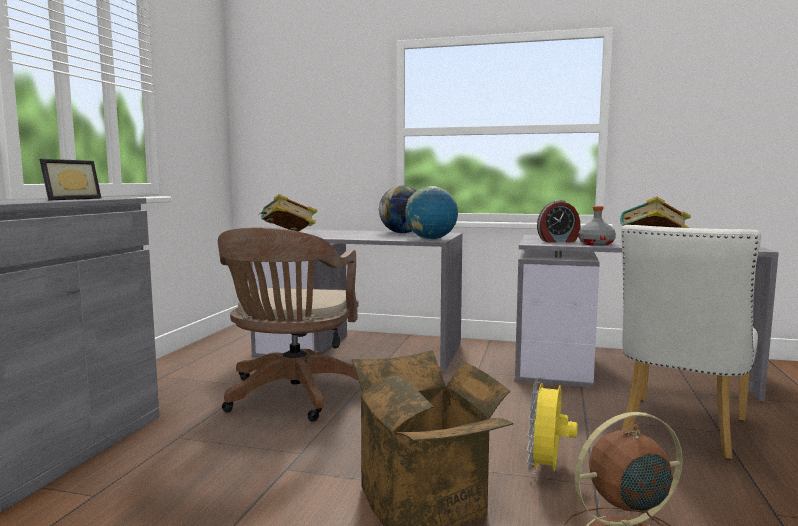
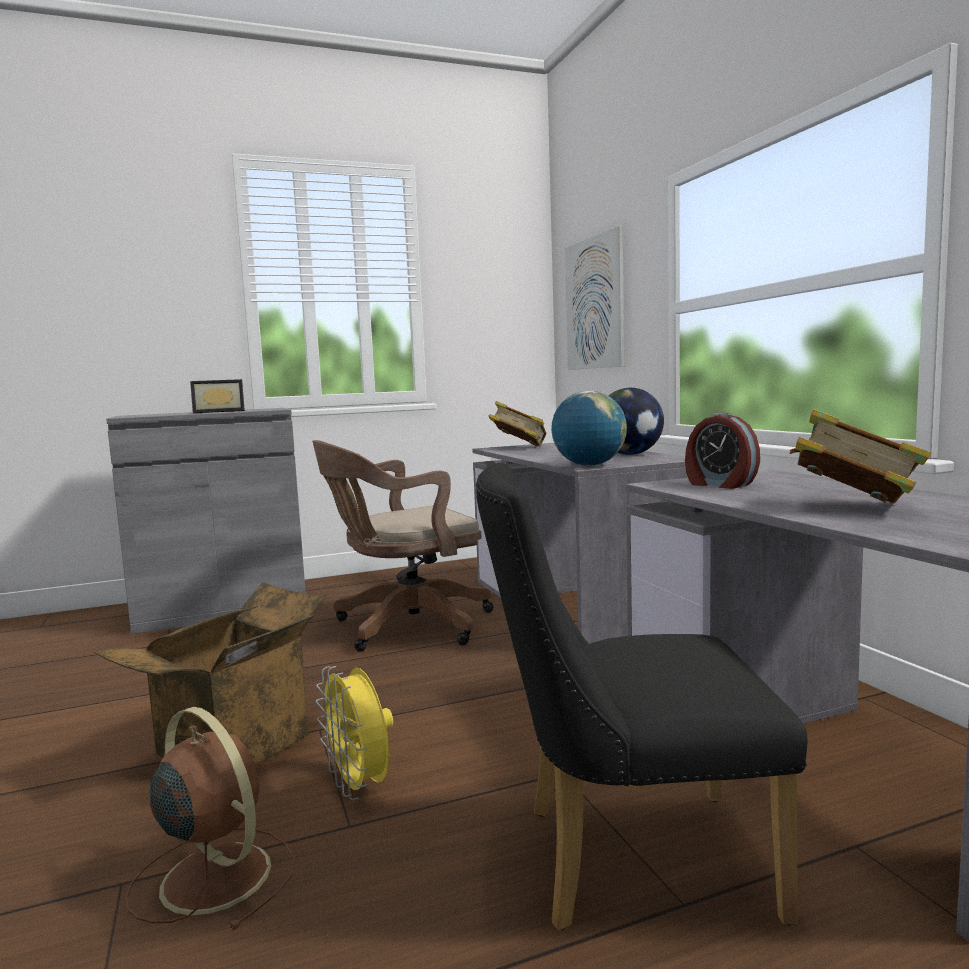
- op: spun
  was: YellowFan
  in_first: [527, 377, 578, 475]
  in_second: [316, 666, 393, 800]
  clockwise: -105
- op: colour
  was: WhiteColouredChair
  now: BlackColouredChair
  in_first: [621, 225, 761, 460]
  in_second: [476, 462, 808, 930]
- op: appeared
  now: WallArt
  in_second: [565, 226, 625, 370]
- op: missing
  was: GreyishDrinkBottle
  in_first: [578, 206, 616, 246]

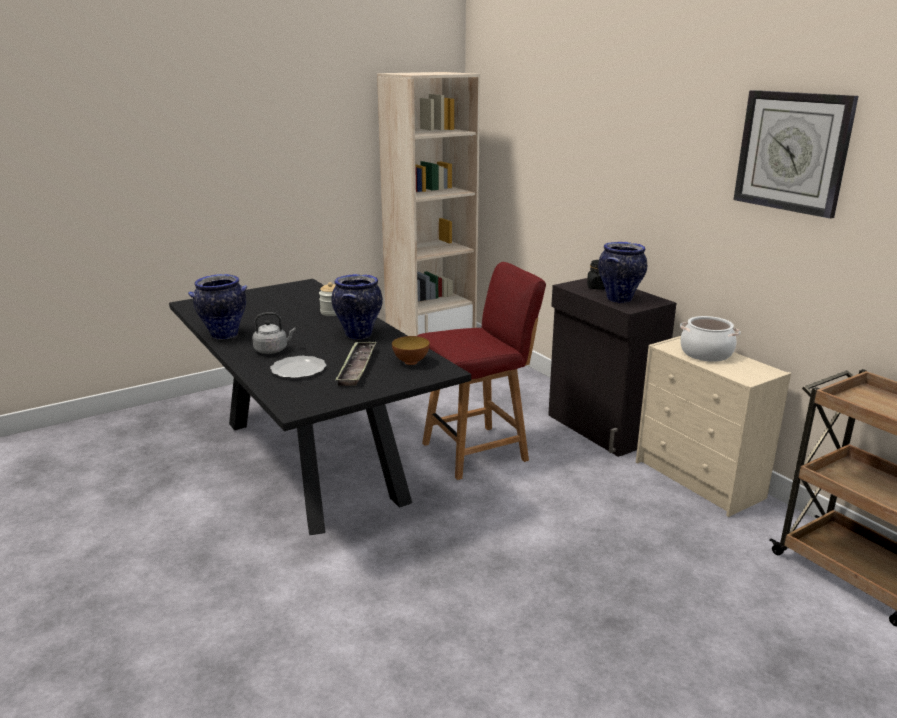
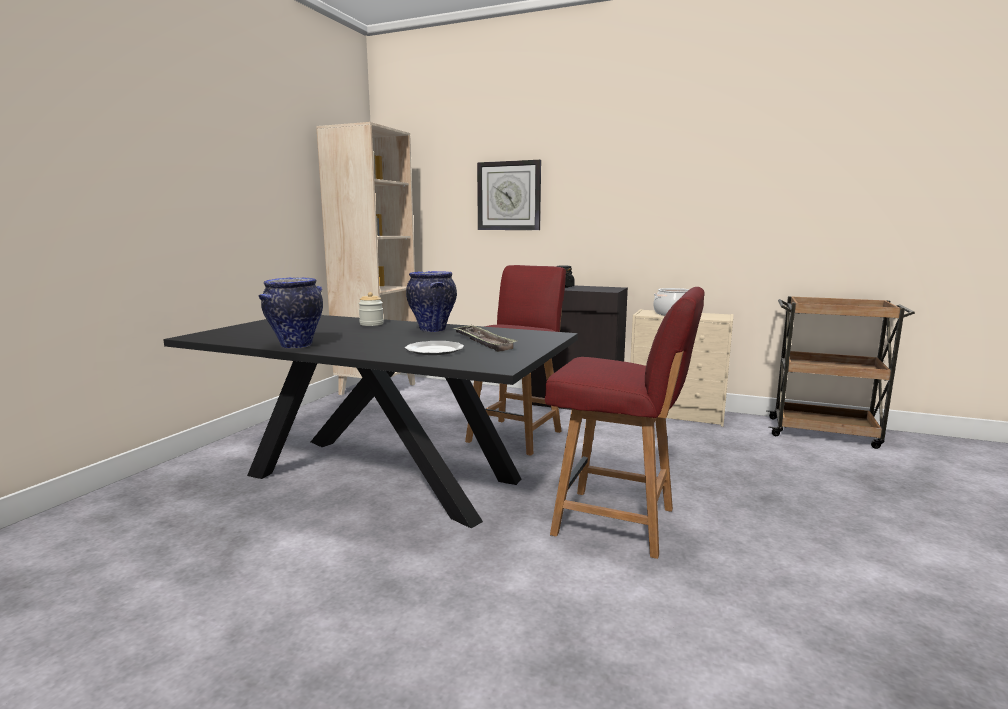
- op: relocated
  was: HangingClock
  in_first: [733, 90, 858, 219]
  in_second: [477, 160, 541, 230]
- op: appeared
  now: RedChair
  in_second: [545, 287, 705, 559]
- op: missing
  was: GreyishTeaKettle
  in_first: [252, 312, 296, 354]
- op: missing
  was: DeepDish
  in_first: [392, 336, 430, 365]
- op: missing
  was: DecorativeVase
  in_first: [598, 242, 647, 303]

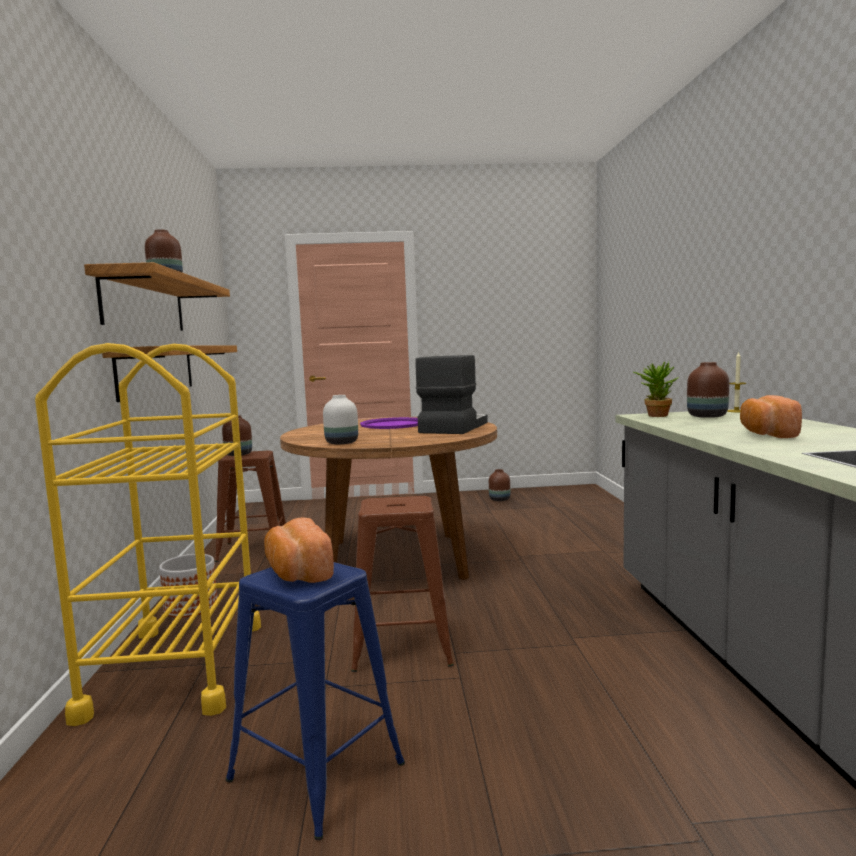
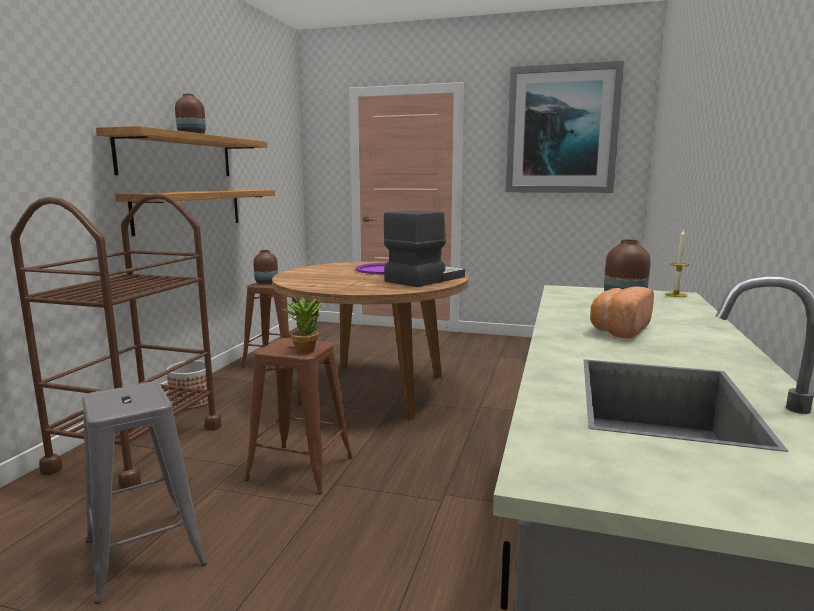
- op: colour
  was: YellowCart
  now: BrownColouredCart
  in_first: [35, 343, 261, 726]
  in_second: [10, 193, 222, 489]
- op: colour
  was: BlueSittingStool
  now: GreyishSittingStool
  in_first: [226, 562, 405, 840]
  in_second: [82, 382, 207, 604]
- op: relocated
  was: Houseplant
  in_first: [633, 362, 679, 417]
  in_second: [282, 295, 322, 353]
- op: appeared
  now: WallArt
  in_second: [505, 61, 624, 193]
- op: missing
  was: BakedBread
  in_first: [264, 517, 334, 583]
- op: missing
  was: WhiteColouredDecorativeVase
  in_first: [323, 395, 358, 444]
- op: missing
  was: BrownColouredDecorativeVase
  in_first: [489, 469, 510, 501]

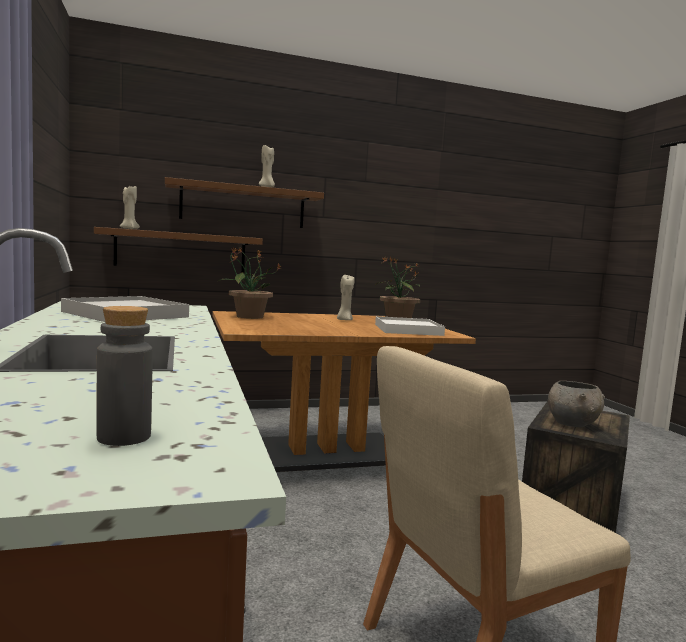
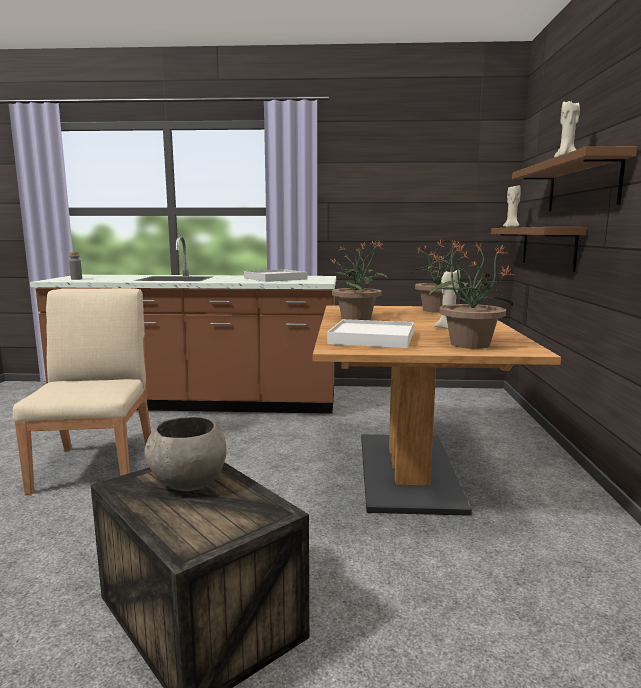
- op: appeared
  now: Houseplant
  in_second: [330, 240, 388, 320]

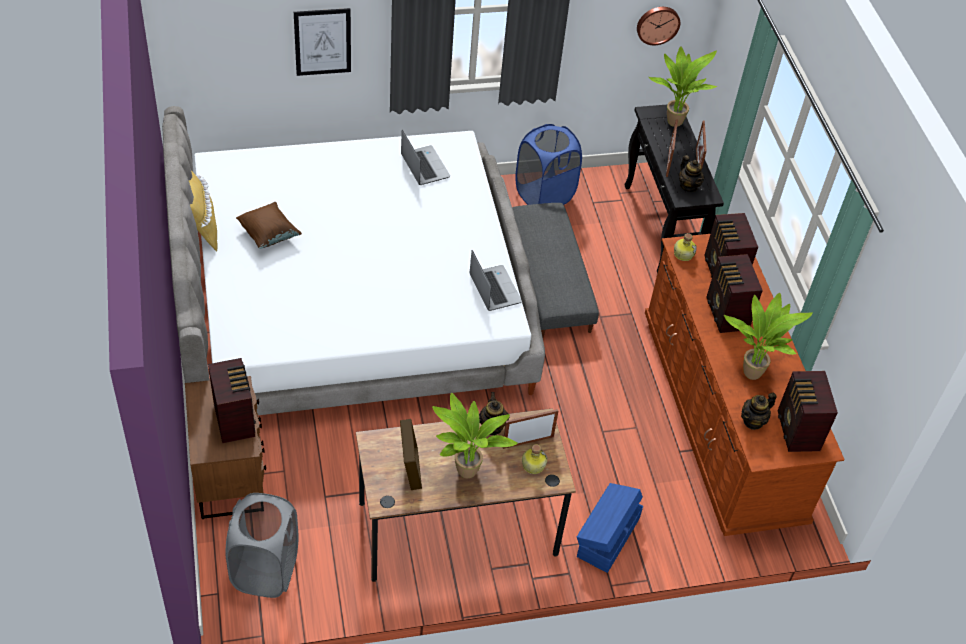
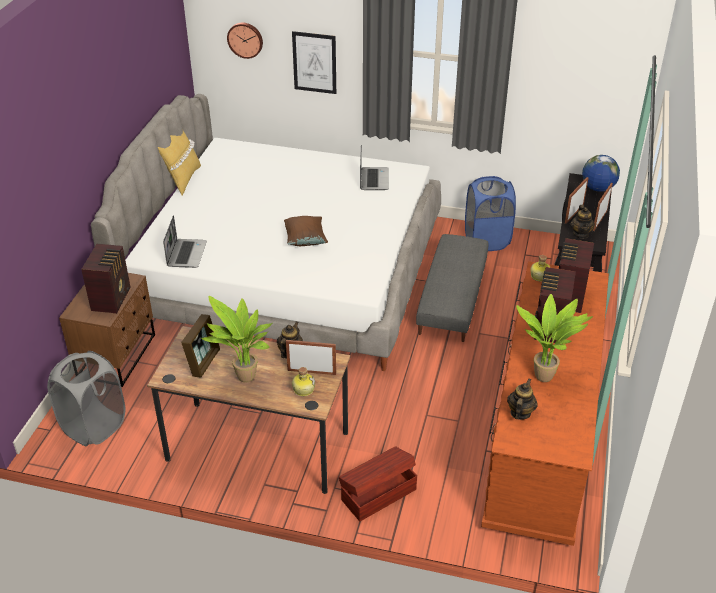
- op: relocated
  was: NotebookComputer
  in_first: [469, 250, 522, 311]
  in_second: [163, 215, 207, 268]
- op: relocated
  was: HangingClock
  in_first: [637, 7, 680, 45]
  in_second: [227, 23, 263, 59]
- op: relocated
  was: BrownColouredCushion
  in_first: [236, 202, 302, 249]
  in_second: [284, 216, 328, 246]
- op: colour
  was: BlueStorageBin
  now: BrownColouredStorageBin
  in_first: [577, 483, 643, 573]
  in_second: [339, 446, 417, 521]
- op: spun
  was: PotForTea
  in_first: [741, 393, 776, 430]
  in_second: [507, 378, 538, 420]
  clockwise: 120
- op: exchanged
  was: Houseplant
  now: WorldGlobe
  in_first: [649, 46, 717, 127]
  in_second: [582, 155, 620, 192]
- op: missing
  was: RadioReceiver
  in_first: [778, 371, 838, 452]

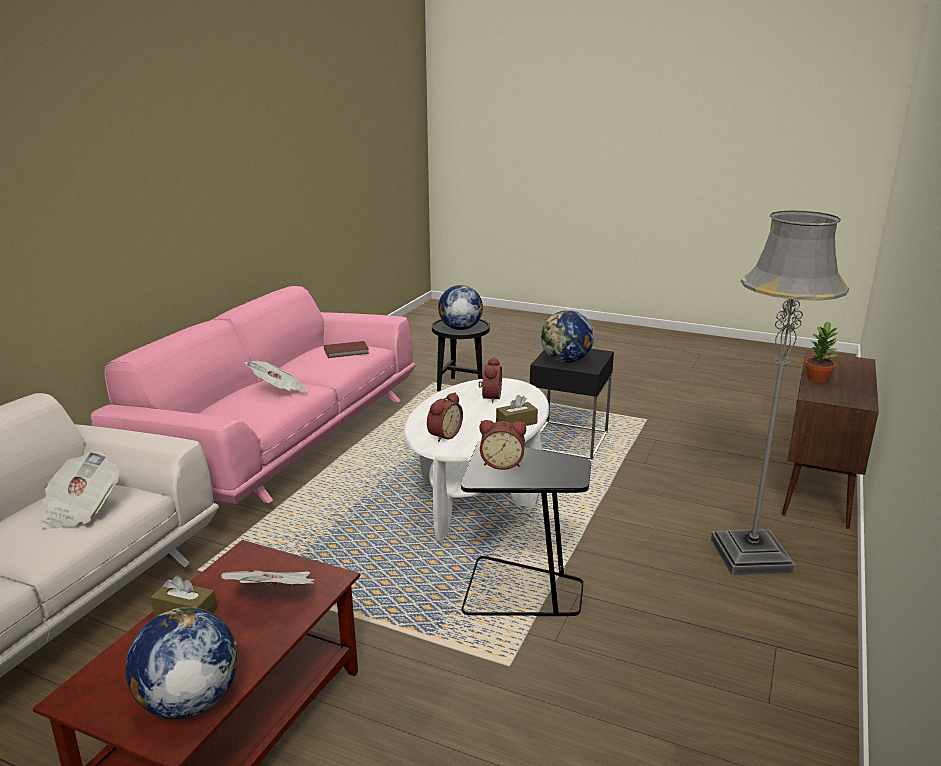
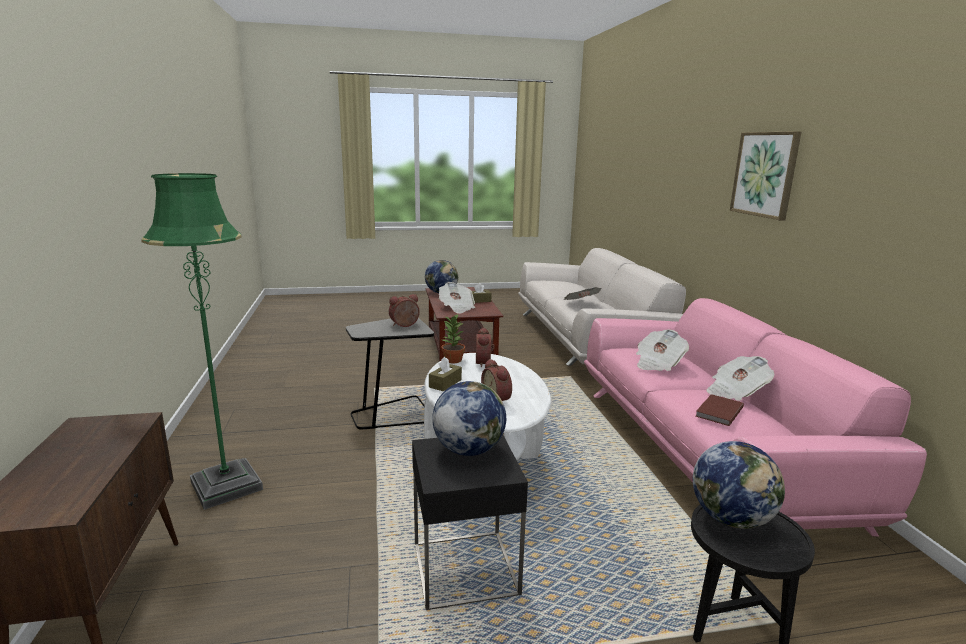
- op: colour
  was: GreyishStandardLamp
  now: GreenStandardLamp
  in_first: [711, 211, 849, 576]
  in_second: [141, 173, 263, 510]
- op: relocated
  was: Houseplant
  in_first: [805, 321, 838, 382]
  in_second: [441, 314, 465, 363]
- op: appeared
  now: DailyPaper
  in_second: [706, 356, 774, 401]
- op: appeared
  now: WallArt
  in_second: [730, 131, 801, 220]

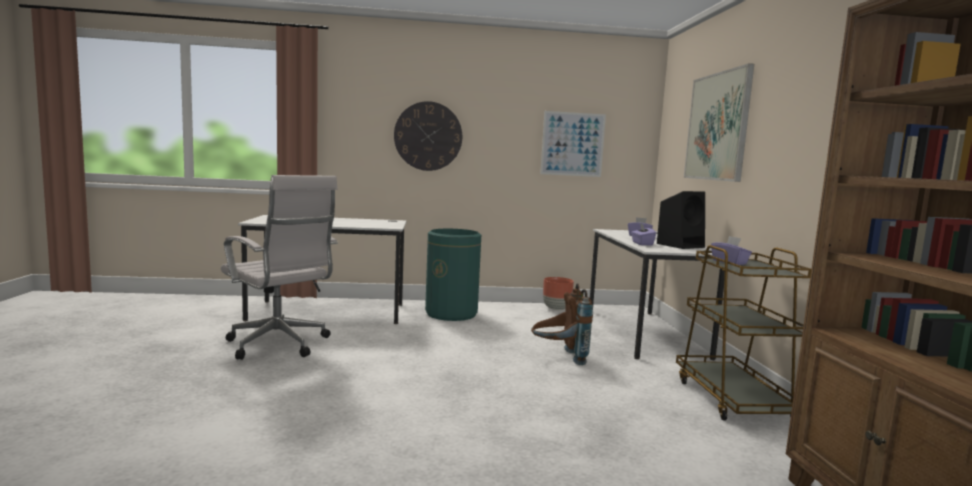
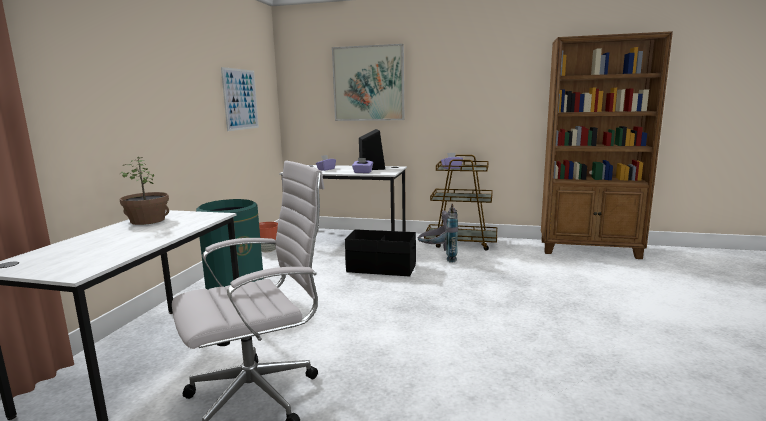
- op: appeared
  now: Houseplant
  in_second: [120, 157, 169, 225]
- op: exchanged
  was: BrownColouredKnapsack
  now: BlackColouredStorageBin
  in_first: [531, 283, 593, 365]
  in_second: [345, 229, 416, 277]
- op: appeared
  now: GreyishKnapsack
  in_second: [418, 204, 458, 263]
- op: missing
  was: HangingClock
  in_first: [394, 101, 462, 171]

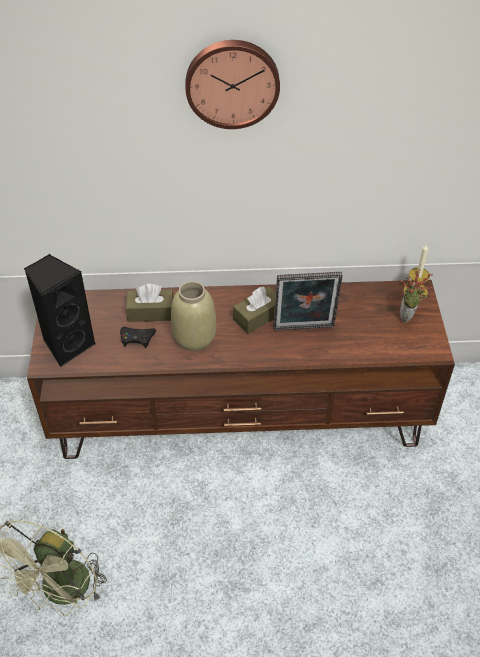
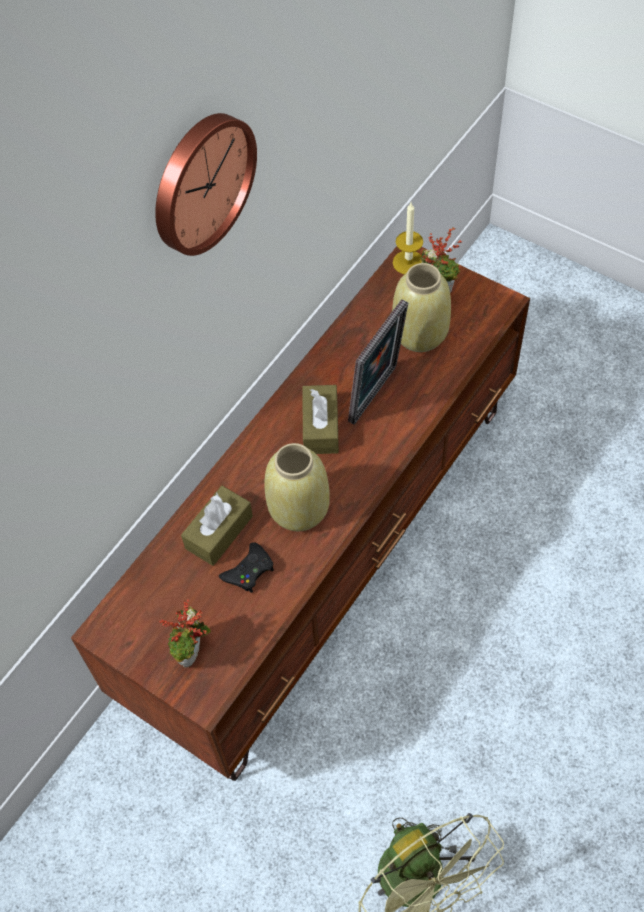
- op: exchanged
  was: BlackColouredSpeaker
  now: Houseplant
  in_first: [24, 254, 96, 367]
  in_second: [159, 600, 211, 668]
- op: appeared
  now: BeigeColouredDecorativeVase
  in_second: [392, 263, 451, 352]

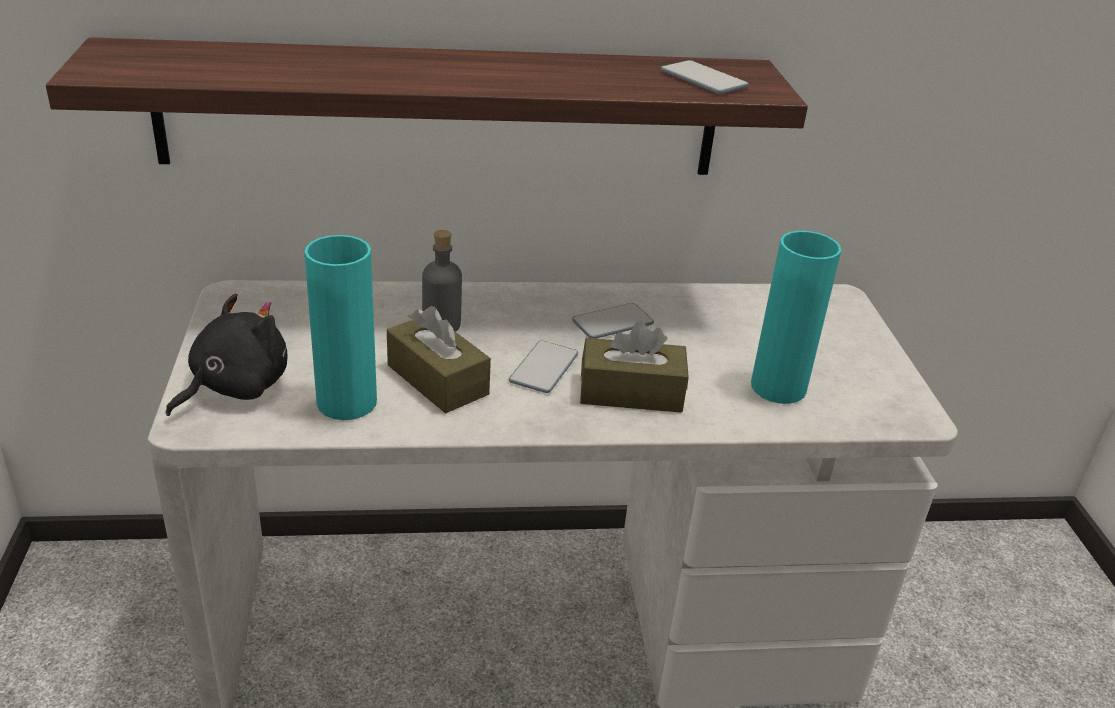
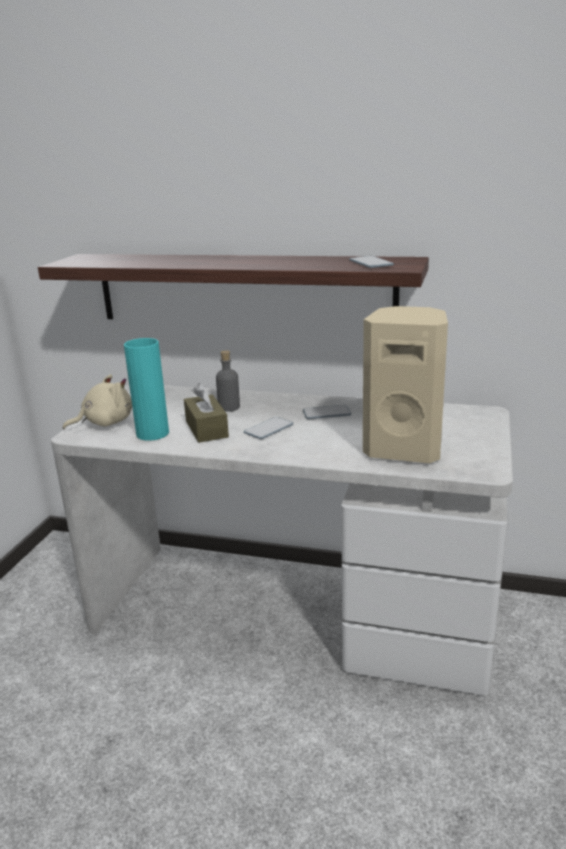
- op: colour
  was: BlackColouredPlushToy
  now: BeigeColouredPlushToy
  in_first: [166, 294, 287, 416]
  in_second: [63, 374, 132, 430]
- op: exchanged
  was: TurquoiseDecorativeVase
  now: BeigeColouredSpeaker
  in_first: [751, 231, 842, 404]
  in_second: [363, 306, 448, 463]
- op: missing
  was: BrownColouredBoxOfTissues
  in_first: [580, 321, 689, 413]

